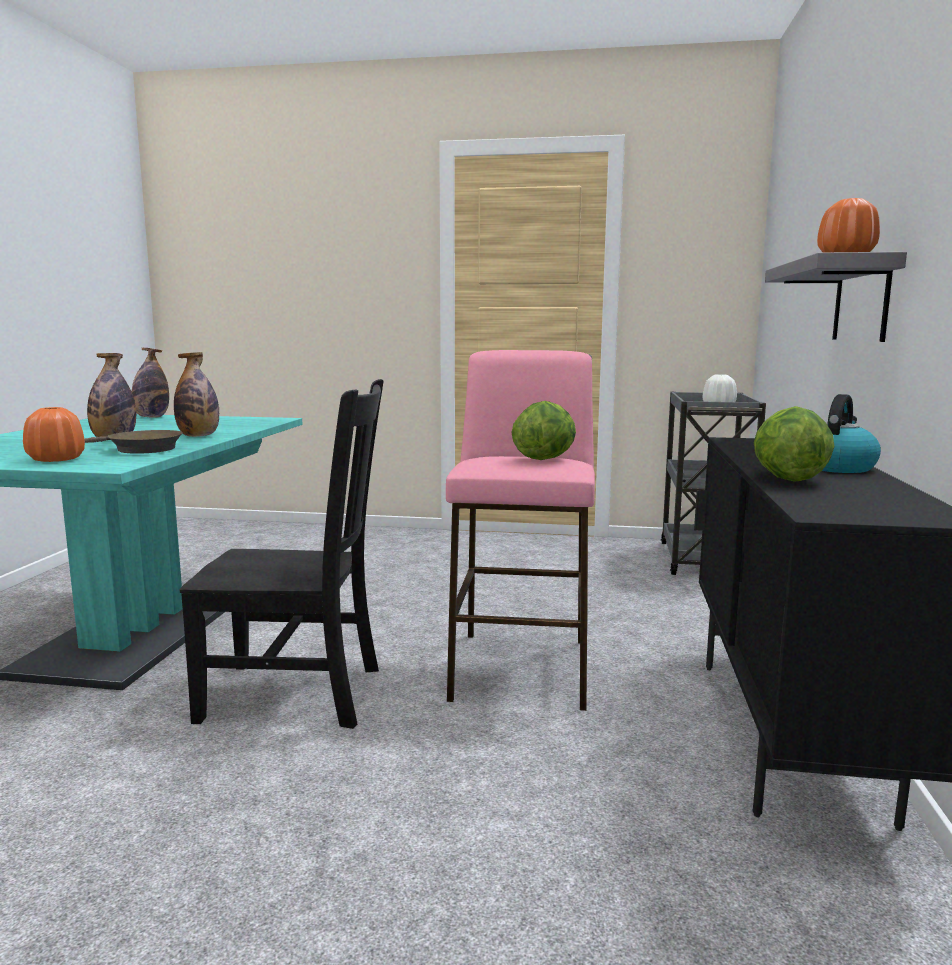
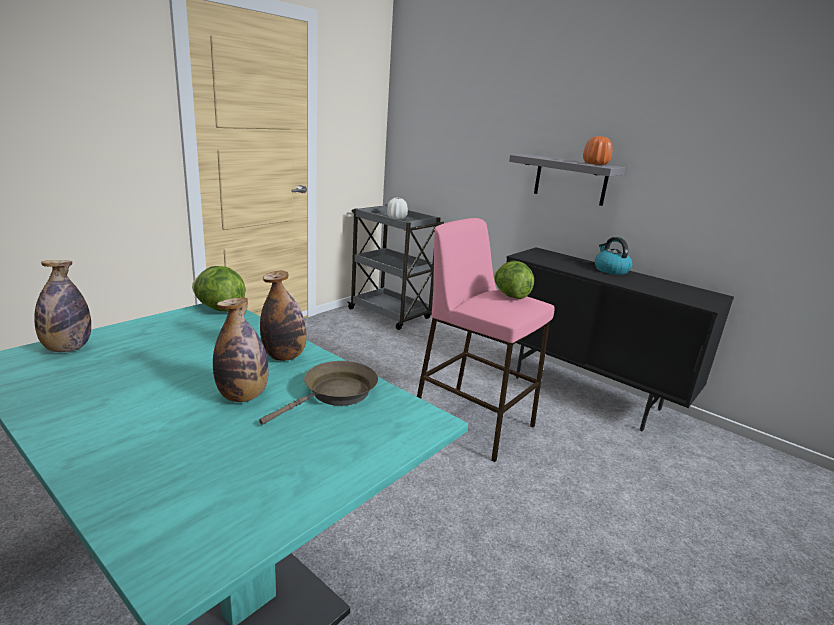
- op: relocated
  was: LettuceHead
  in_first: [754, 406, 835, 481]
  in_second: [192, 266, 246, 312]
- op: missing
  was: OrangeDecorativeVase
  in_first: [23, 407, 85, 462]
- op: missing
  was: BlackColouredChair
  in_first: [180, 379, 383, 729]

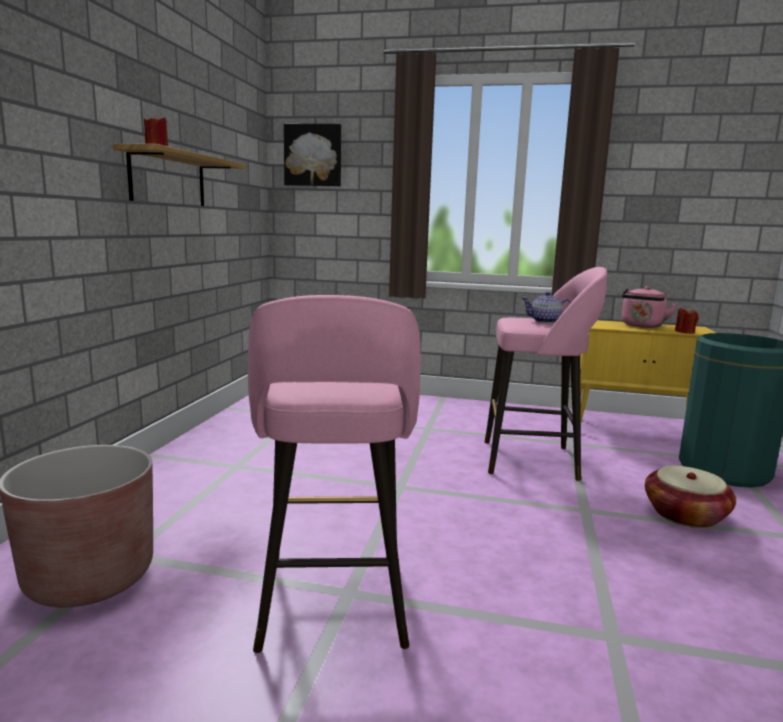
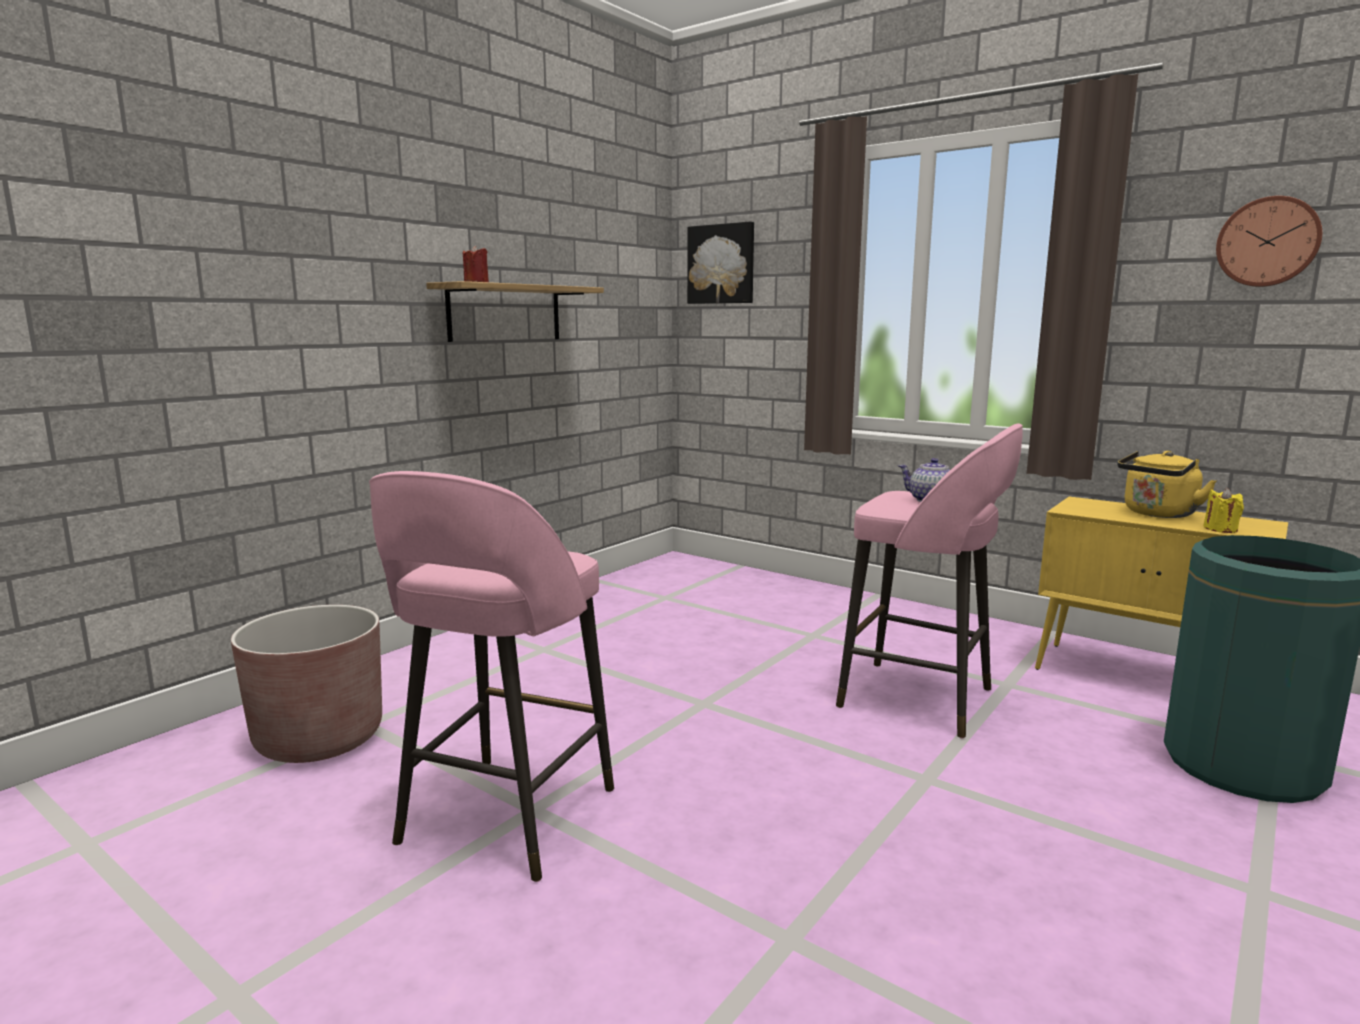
- op: colour
  was: PinkColouredTeaKettle
  now: YellowTeaKettle
  in_first: [622, 286, 678, 328]
  in_second: [1118, 451, 1217, 518]
- op: colour
  was: RedWaxCandle
  now: YellowWaxCandle
  in_first: [675, 307, 699, 334]
  in_second: [1203, 488, 1244, 533]
- op: appeared
  now: HangingClock
  in_second: [1216, 196, 1322, 287]
- op: missing
  was: Basket
  in_first: [645, 466, 736, 528]

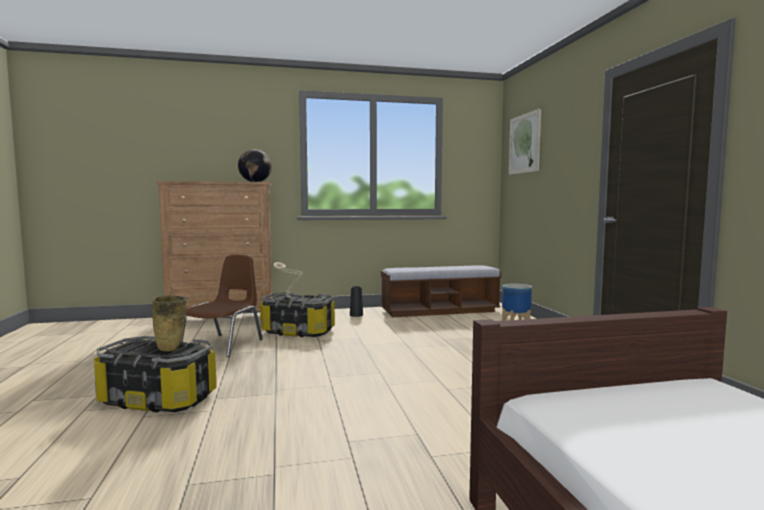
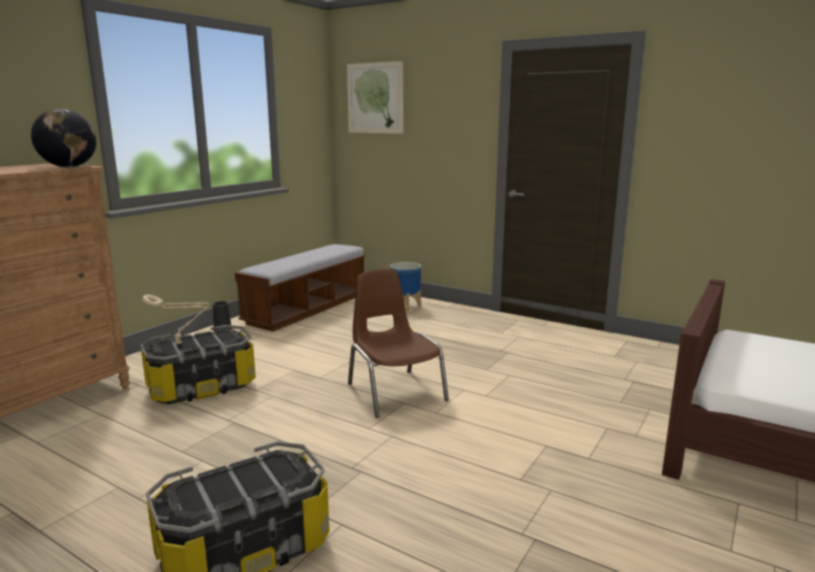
- op: relocated
  was: BrownColouredChair
  in_first: [181, 255, 263, 357]
  in_second: [348, 269, 449, 418]
- op: missing
  was: BeigeColouredDecorativeVase
  in_first: [152, 296, 187, 351]

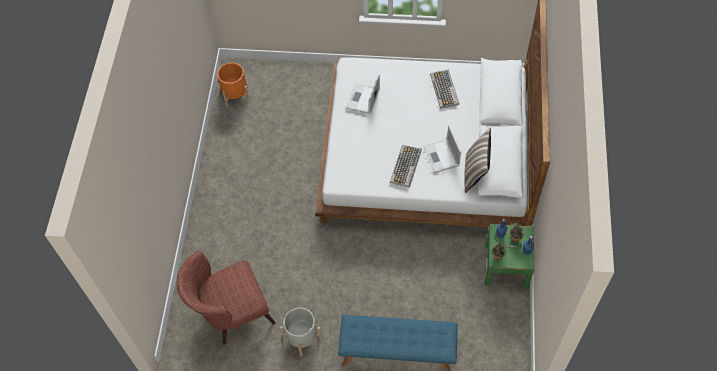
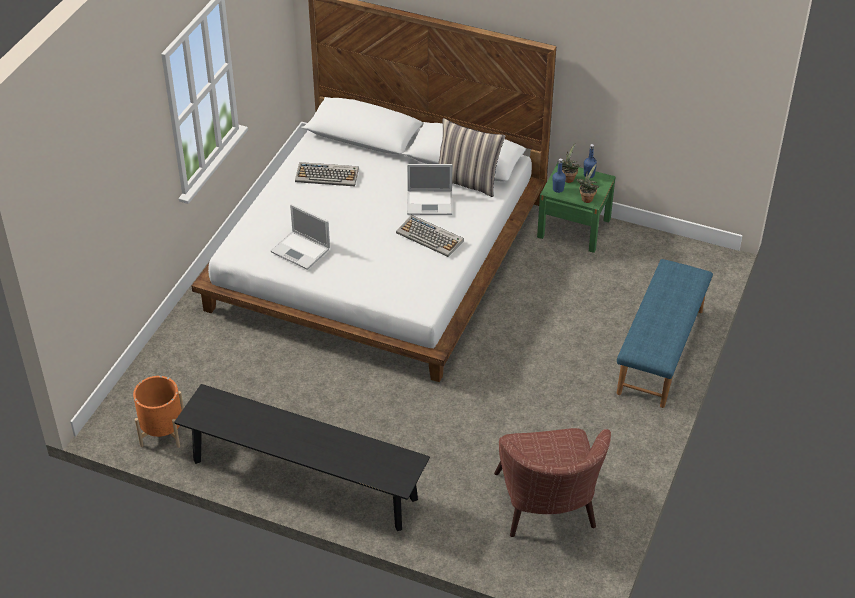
- op: appeared
  now: BlackColouredIndoorBench
  in_second: [174, 384, 430, 531]
- op: missing
  was: GreyishPlanter
  in_first: [280, 307, 322, 357]

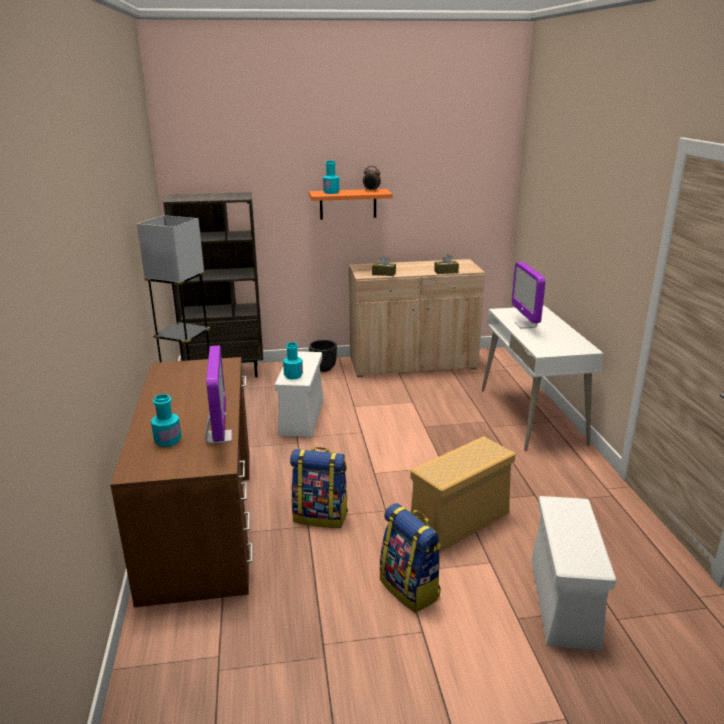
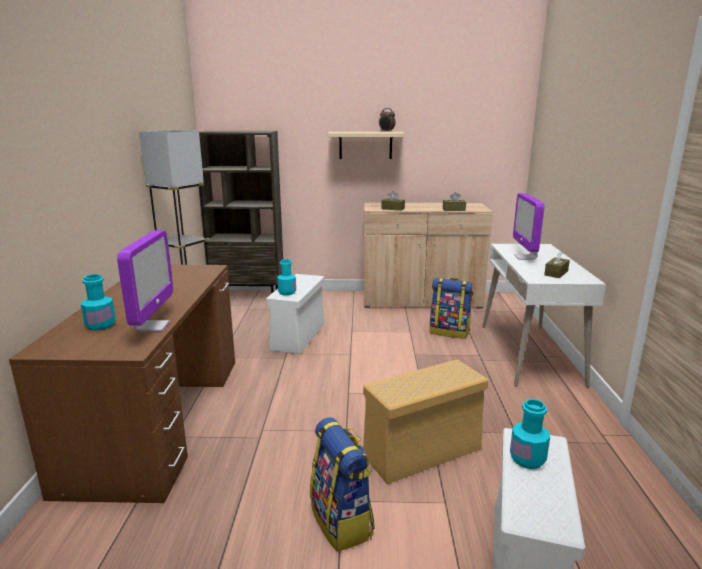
- op: colour
  was: OrangeWallShelf
  now: BeigeColouredWallShelf
  in_first: [309, 189, 392, 220]
  in_second: [328, 132, 404, 159]
- op: relocated
  was: Knapsack
  in_first: [290, 447, 348, 528]
  in_second: [430, 278, 473, 339]
- op: relocated
  was: TurquoiseDrinkBottle
  in_first: [323, 161, 339, 194]
  in_second: [510, 399, 550, 469]
- op: appeared
  now: BrownColouredBoxOfTissues
  in_second: [544, 250, 570, 278]
- op: missing
  was: BlackColouredPlanter
  in_first: [309, 340, 337, 372]

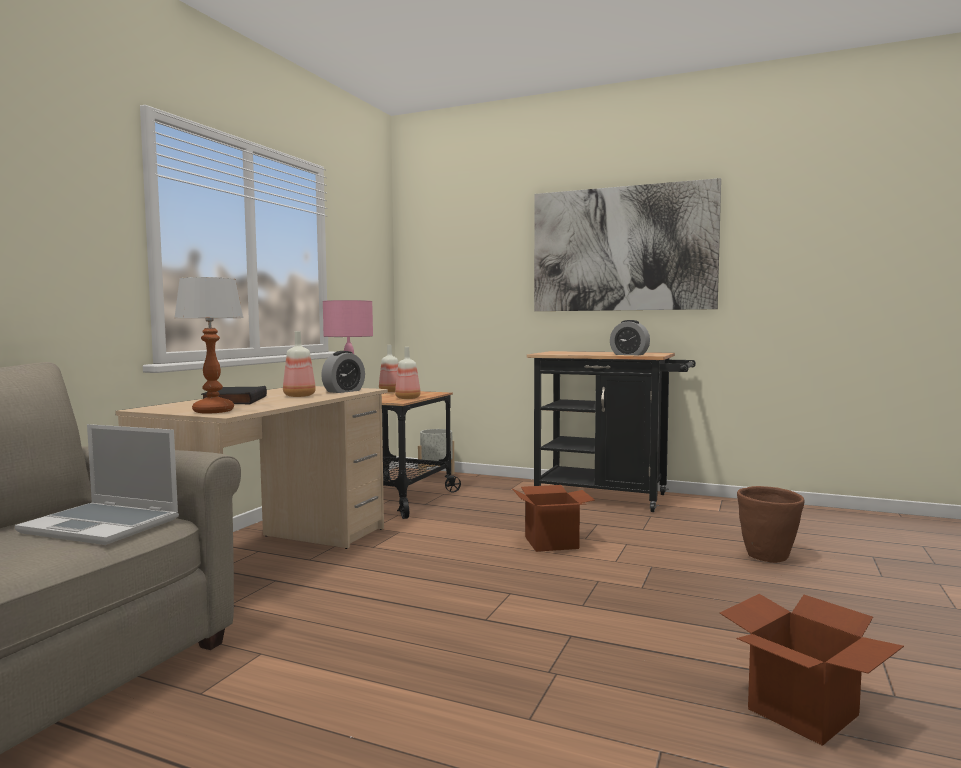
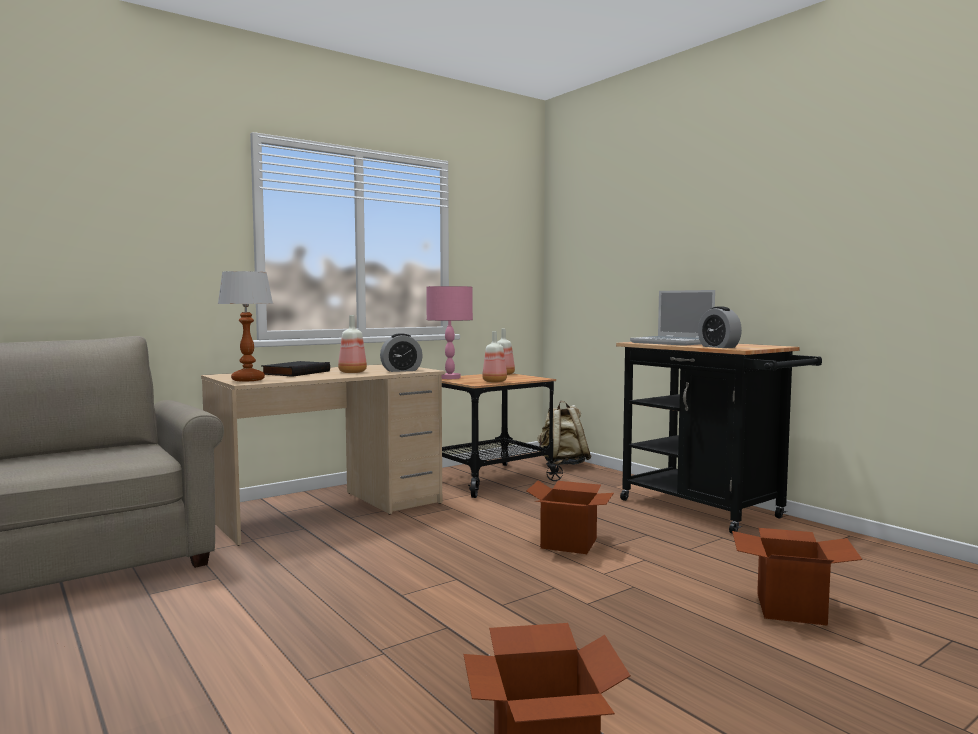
- op: exchanged
  was: GreyishPlanter
  now: BeigeColouredKnapsack
  in_first: [418, 429, 454, 481]
  in_second: [537, 401, 592, 465]
- op: relocated
  was: NotebookComputer
  in_first: [15, 424, 179, 545]
  in_second: [630, 290, 715, 346]
- op: exchanged
  was: BrownColouredPlanter
  now: Carton
  in_first: [737, 486, 804, 563]
  in_second: [732, 528, 863, 626]
- op: missing
  was: WallArt
  in_first: [534, 178, 721, 311]

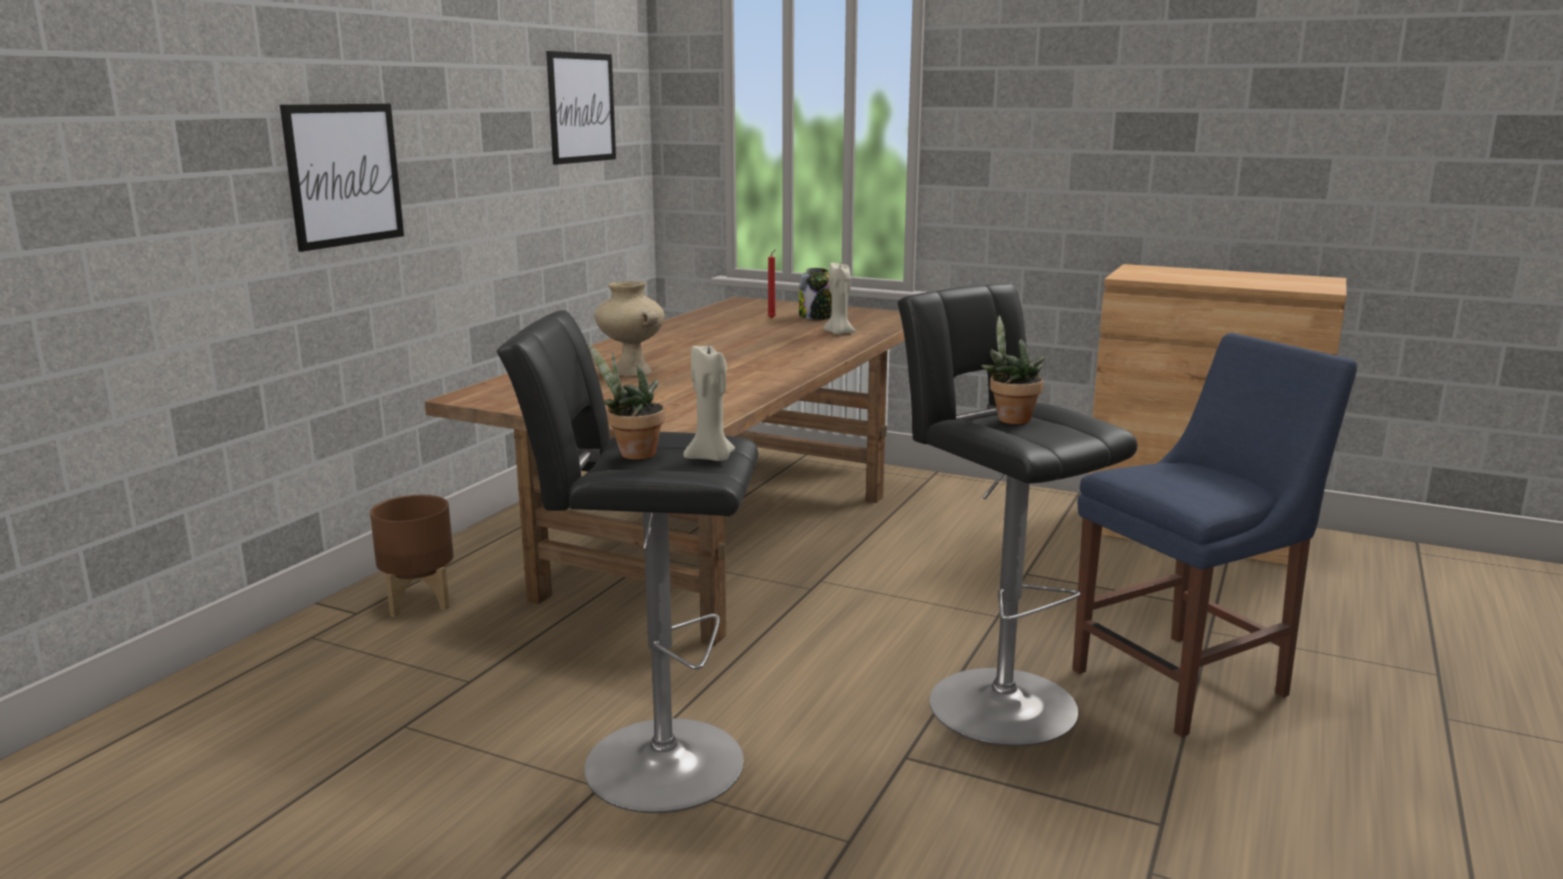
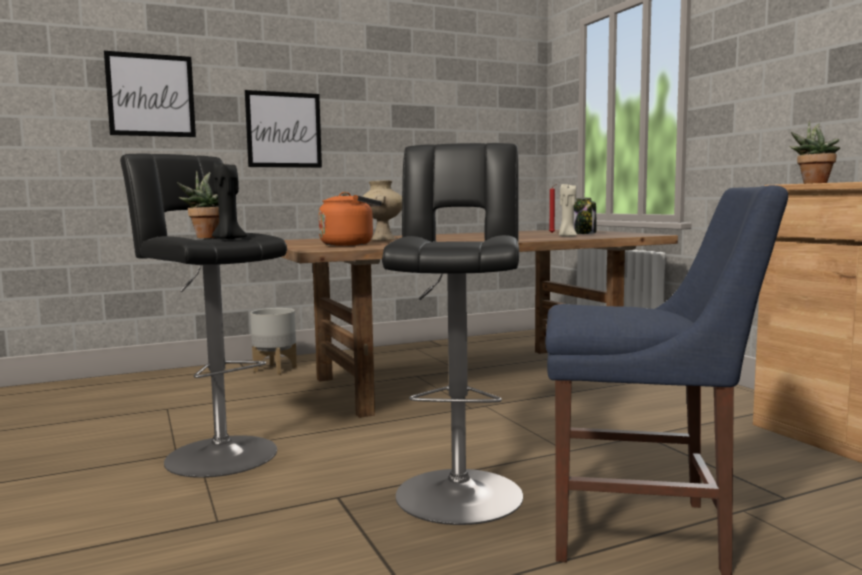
- op: relocated
  was: WallArt
  in_first: [546, 51, 616, 165]
  in_second: [104, 51, 196, 137]
- op: colour
  was: BeigeColouredWaxCandle
  now: BlackColouredWaxCandle
  in_first: [684, 346, 735, 461]
  in_second: [212, 162, 247, 239]
- op: colour
  was: BrownColouredPlanter
  now: GreyishPlanter
  in_first: [370, 495, 454, 617]
  in_second: [250, 308, 297, 375]
- op: appeared
  now: OrangeTeaKettle
  in_second: [318, 192, 382, 246]
- op: relocated
  was: Houseplant
  in_first: [981, 316, 1046, 424]
  in_second: [789, 121, 840, 184]

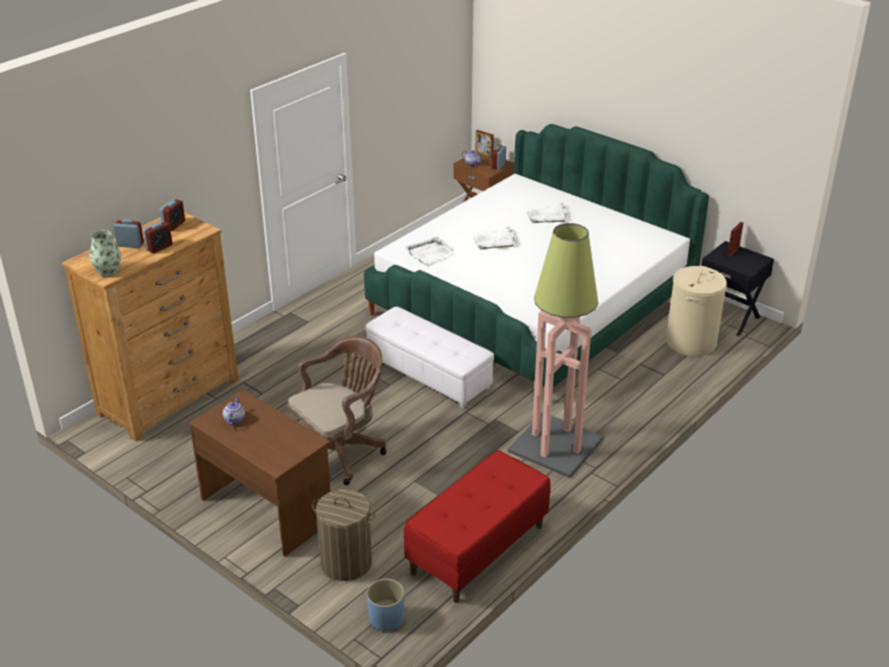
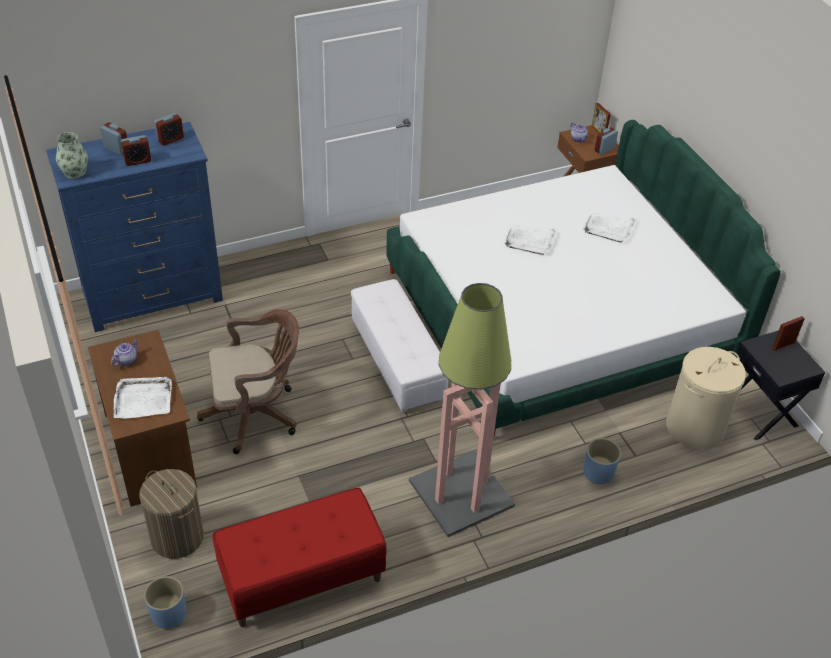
- op: colour
  was: BrownColouredChestOfDrawers
  now: BlueChestOfDrawers
  in_first: [62, 212, 239, 442]
  in_second: [46, 122, 223, 332]
- op: relocated
  was: WhiteColouredTray
  in_first: [406, 237, 456, 265]
  in_second: [114, 377, 172, 419]
- op: appeared
  now: BluePlanter
  in_second: [584, 438, 621, 484]

